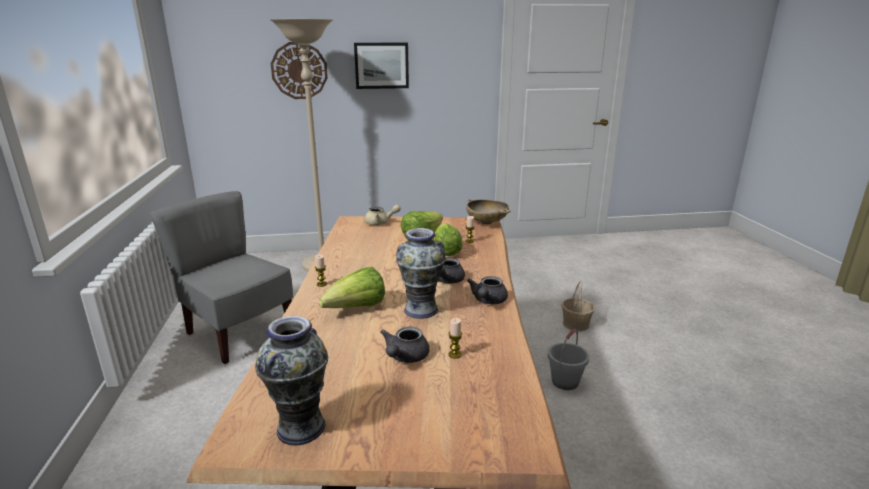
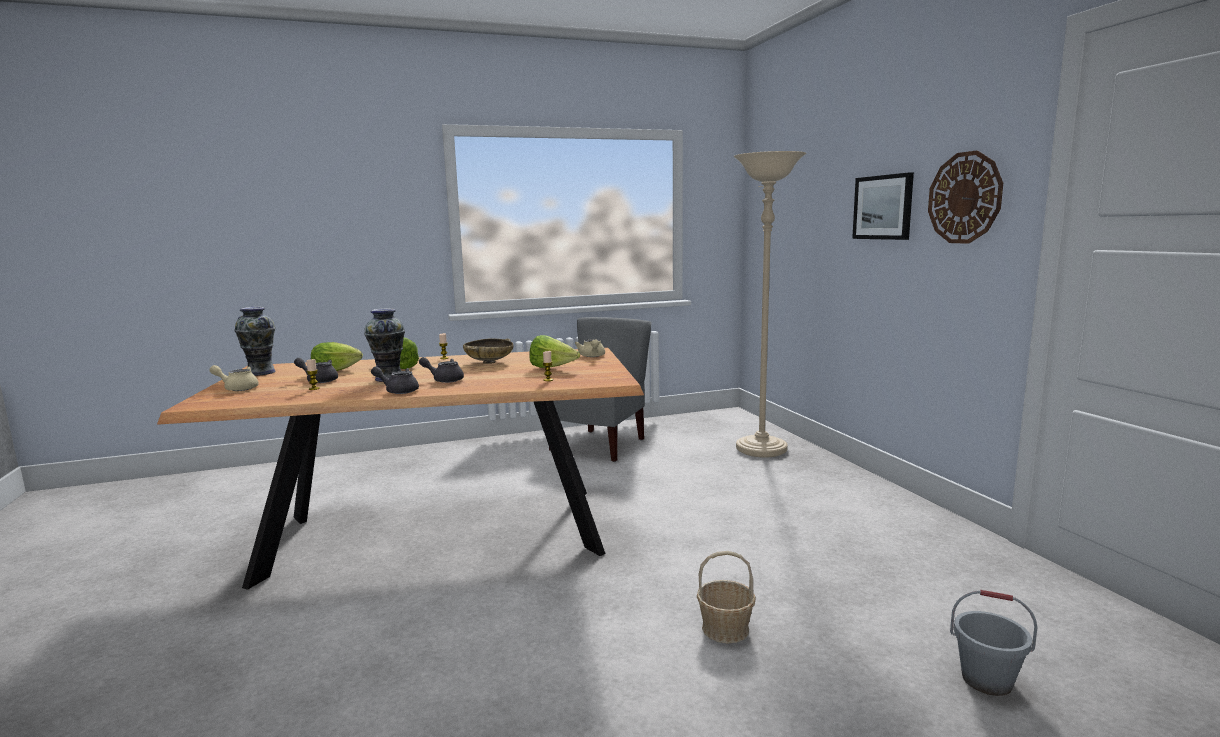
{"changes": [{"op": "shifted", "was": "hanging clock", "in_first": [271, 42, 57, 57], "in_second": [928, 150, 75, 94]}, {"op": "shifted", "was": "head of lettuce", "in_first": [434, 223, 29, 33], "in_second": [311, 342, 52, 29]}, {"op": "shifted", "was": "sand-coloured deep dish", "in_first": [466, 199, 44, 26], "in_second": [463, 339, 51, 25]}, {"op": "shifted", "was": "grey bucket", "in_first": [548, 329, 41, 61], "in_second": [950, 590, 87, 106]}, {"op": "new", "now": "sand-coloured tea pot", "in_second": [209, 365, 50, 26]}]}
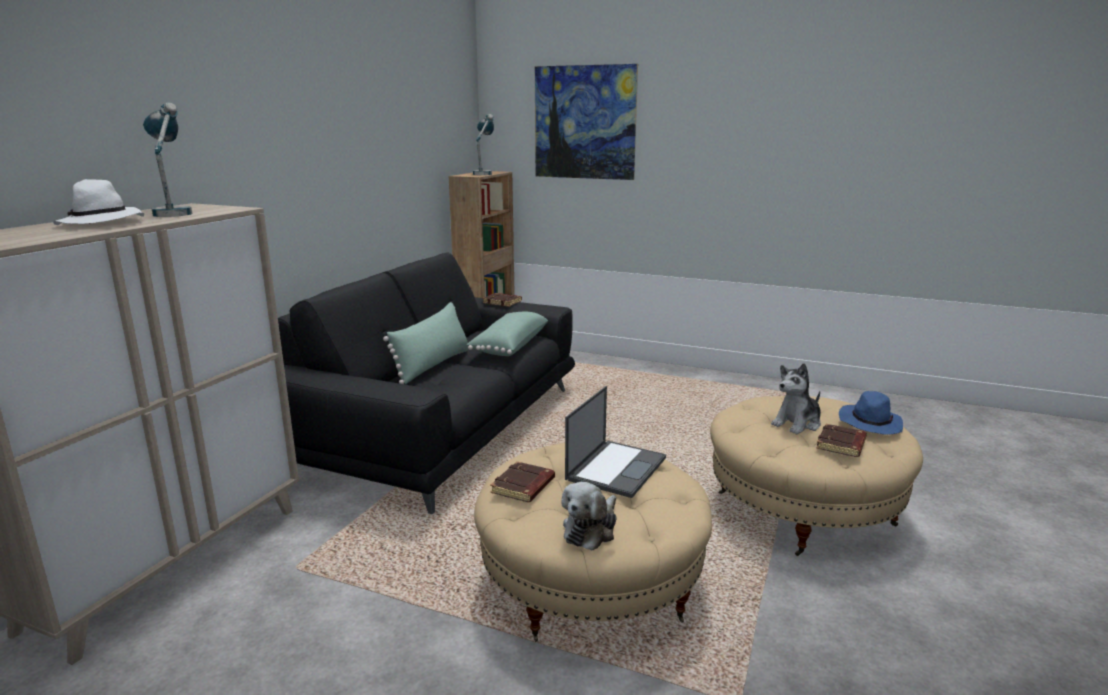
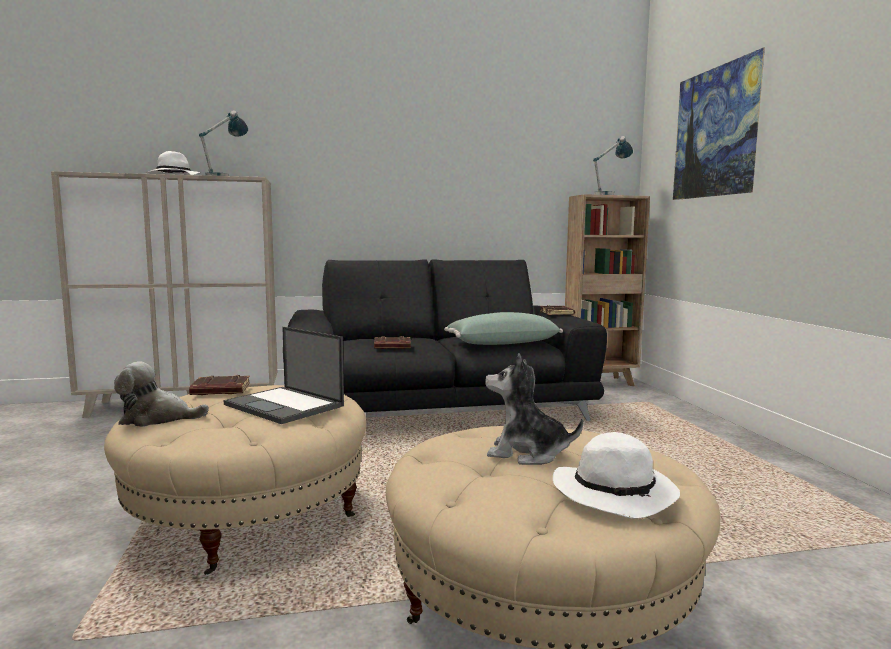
{"changes": [{"op": "gone", "was": "green-coloured pillow", "in_first": [383, 302, 85, 82]}, {"op": "rotated", "was": "portable computer", "in_first": [565, 386, 101, 112], "in_second": [224, 327, 120, 97], "clockwise": 45}, {"op": "shifted", "was": "brownish bound book", "in_first": [816, 424, 51, 33], "in_second": [374, 336, 37, 13]}, {"op": "repainted", "was": "bluish clothing hat", "now": "white-coloured clothing hat", "in_first": [839, 391, 64, 44], "in_second": [553, 432, 127, 87]}]}
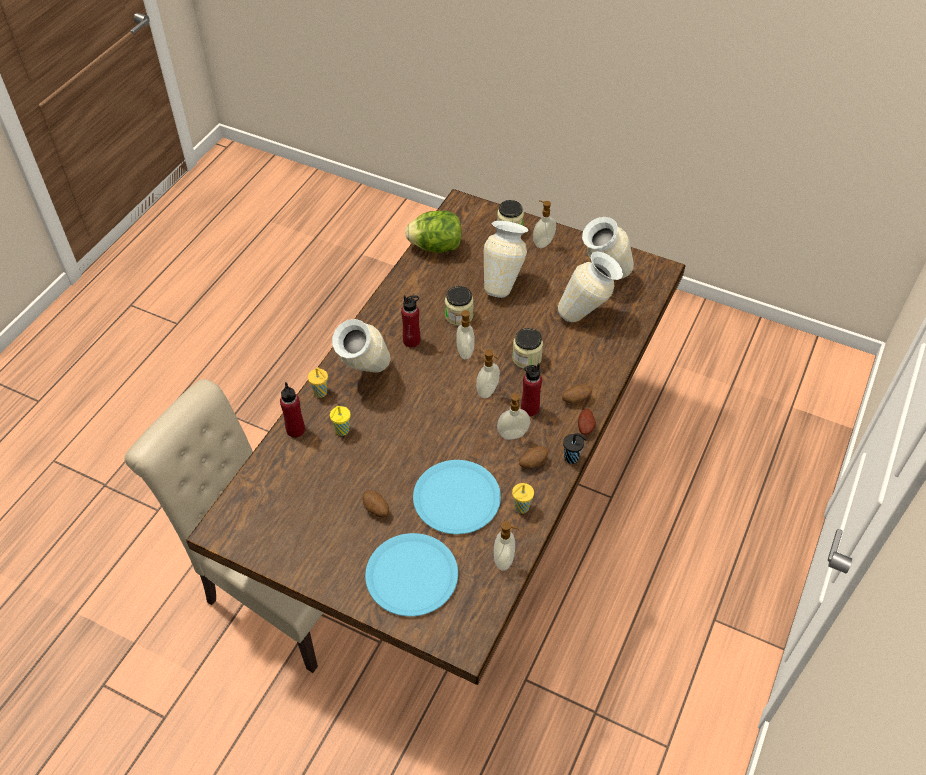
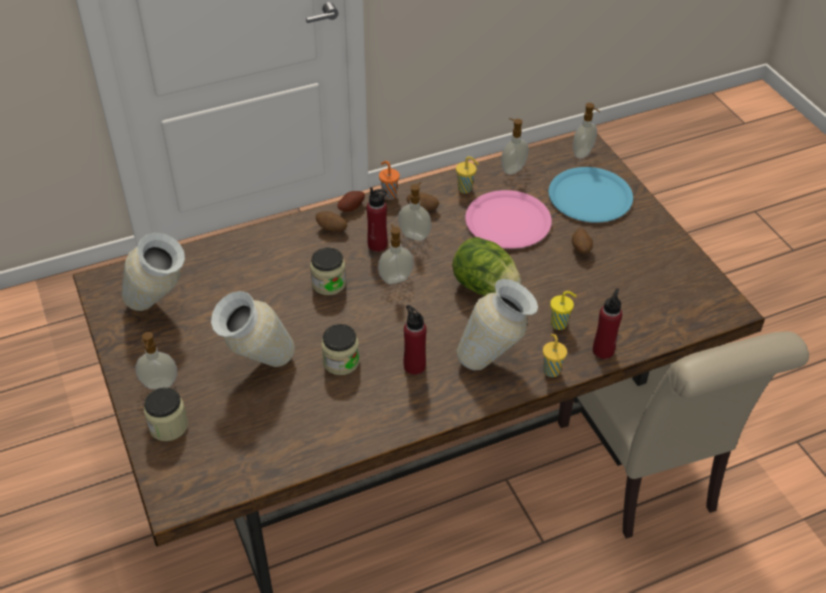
{"changes": [{"op": "shifted", "was": "head of lettuce", "in_first": [405, 211, 57, 42], "in_second": [452, 237, 69, 59]}, {"op": "repainted", "was": "bluish plate", "now": "pink plate", "in_first": [413, 460, 88, 74], "in_second": [465, 190, 87, 59]}, {"op": "shifted", "was": "liquid soap bottle", "in_first": [454, 310, 21, 49], "in_second": [573, 103, 27, 55]}, {"op": "gone", "was": "flower vase", "in_first": [558, 251, 65, 71]}, {"op": "repainted", "was": "black-coloured drinking cup", "now": "orange drinking cup", "in_first": [563, 433, 24, 31], "in_second": [379, 161, 21, 39]}]}
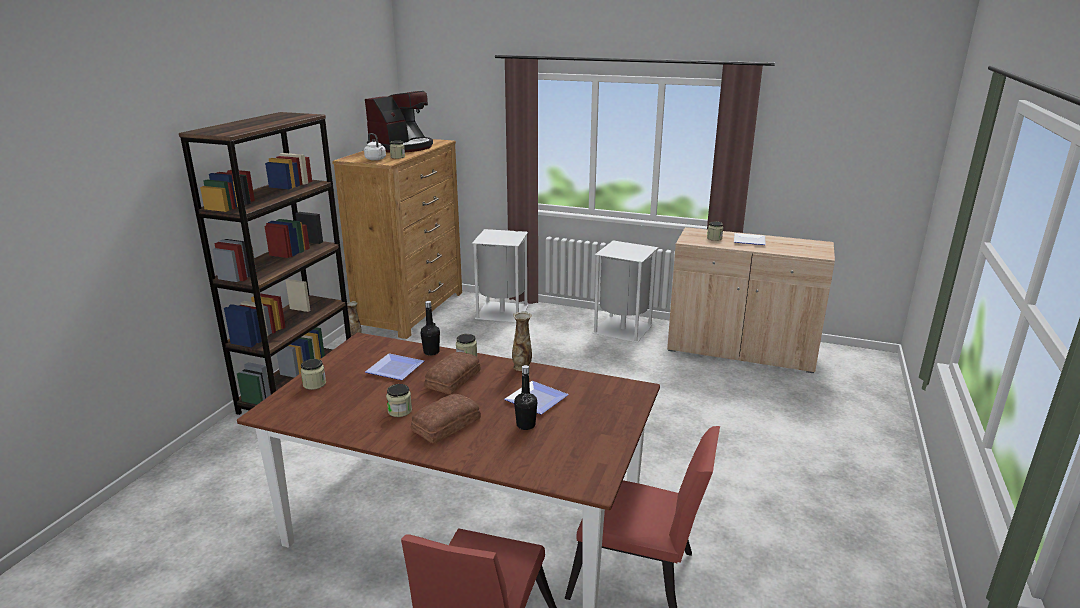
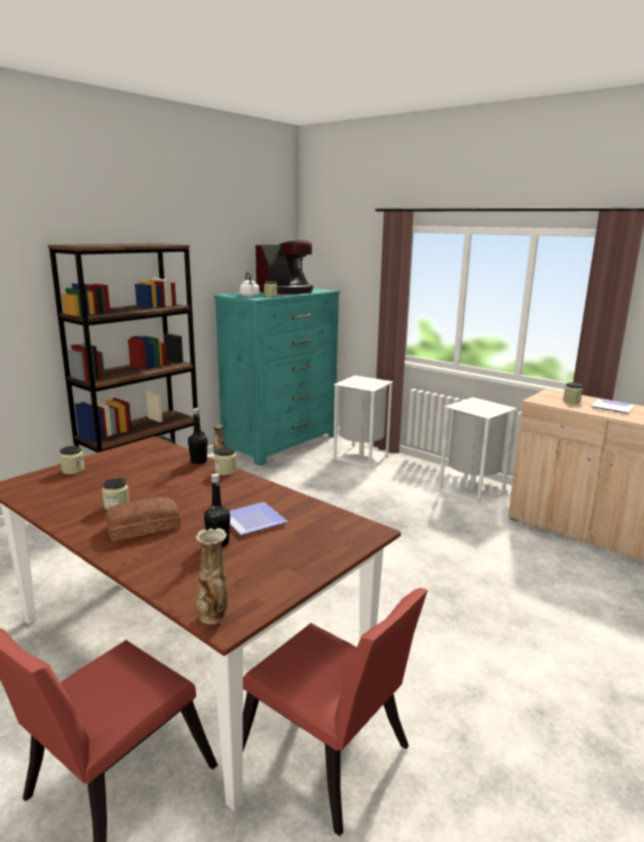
{"changes": [{"op": "repainted", "was": "brownish dresser", "now": "blue-green dresser", "in_first": [332, 139, 130, 200], "in_second": [214, 288, 126, 178]}, {"op": "gone", "was": "plate", "in_first": [365, 353, 59, 27]}, {"op": "gone", "was": "baked bread", "in_first": [424, 352, 57, 42]}, {"op": "shifted", "was": "flower vase", "in_first": [512, 311, 20, 60], "in_second": [196, 528, 32, 96]}]}
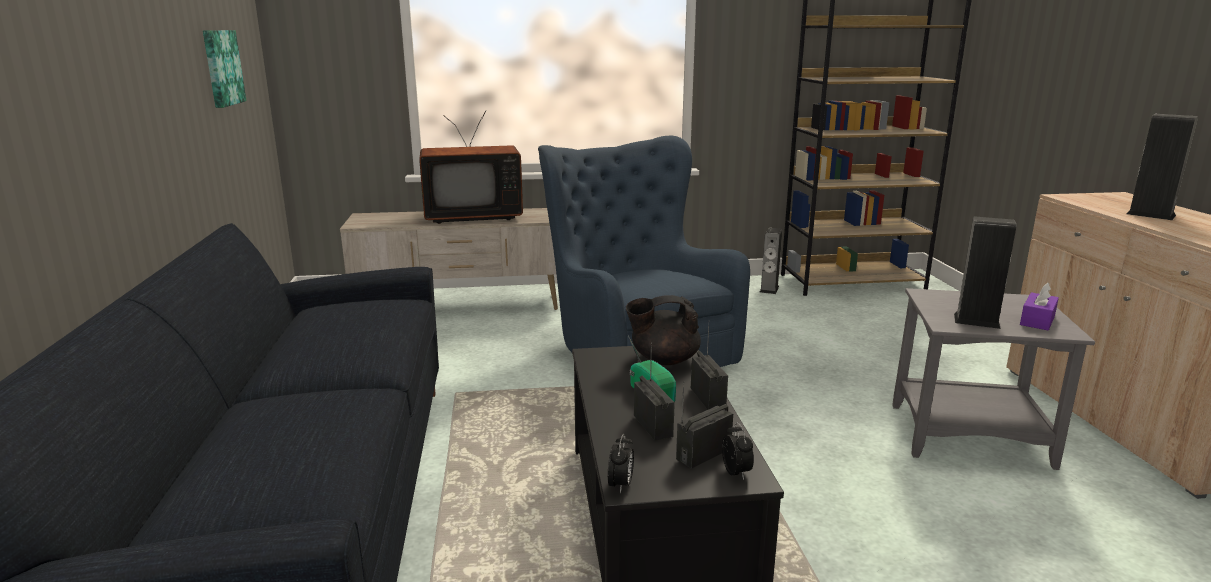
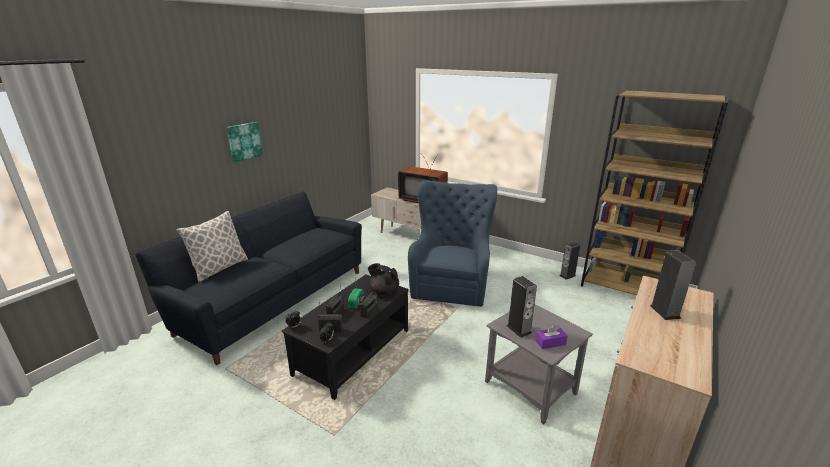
{"changes": [{"op": "shifted", "was": "picture", "in_first": [203, 30, 43, 78], "in_second": [227, 122, 36, 40]}, {"op": "new", "now": "pillow", "in_second": [176, 211, 72, 71]}]}
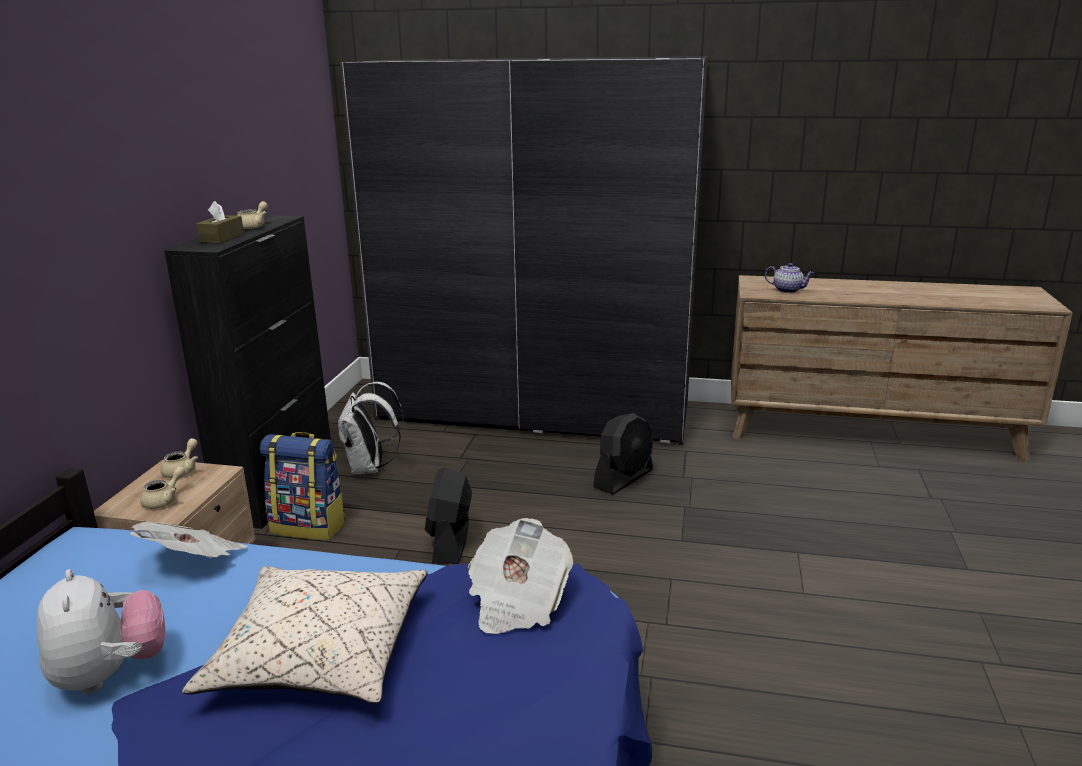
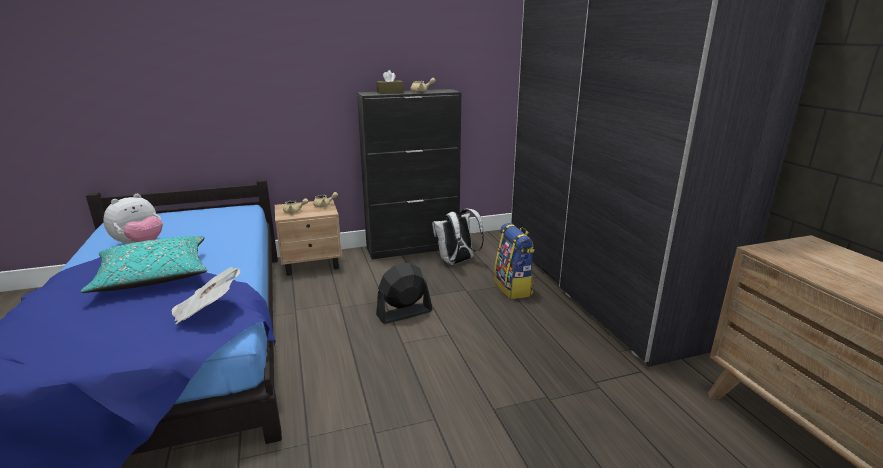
{"changes": [{"op": "gone", "was": "daily paper", "in_first": [129, 521, 119, 37]}, {"op": "repainted", "was": "sand-coloured pillow", "now": "blue-green pillow", "in_first": [182, 566, 246, 137], "in_second": [81, 236, 126, 57]}, {"op": "shifted", "was": "knapsack", "in_first": [260, 432, 86, 108], "in_second": [494, 223, 41, 76]}, {"op": "gone", "was": "black-coloured cooling fan", "in_first": [593, 413, 60, 82]}, {"op": "gone", "was": "tea pot", "in_first": [765, 263, 49, 30]}]}
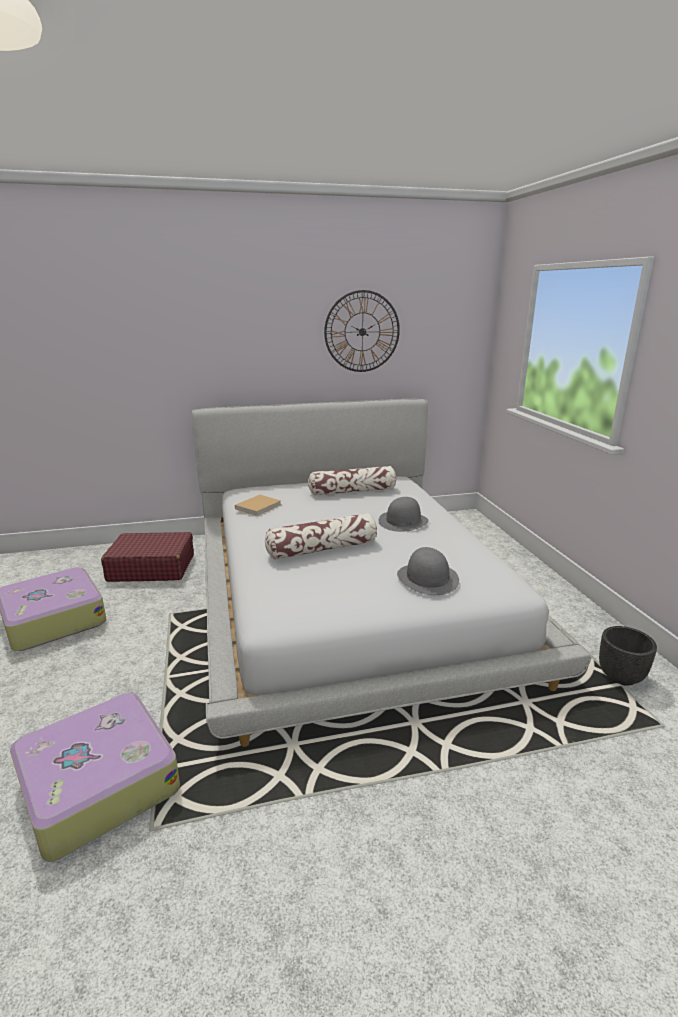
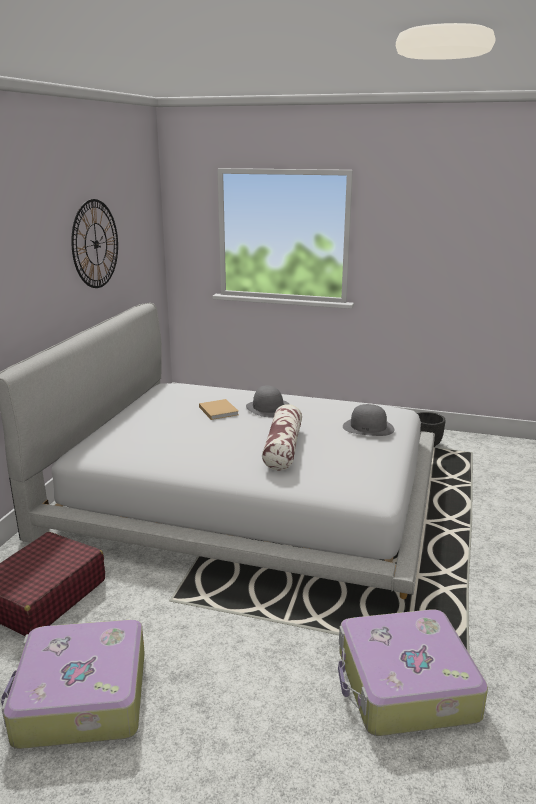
{"changes": [{"op": "shifted", "was": "sand-coloured bound book", "in_first": [235, 495, 47, 21], "in_second": [199, 399, 40, 21]}, {"op": "gone", "was": "pillow", "in_first": [308, 466, 88, 29]}]}
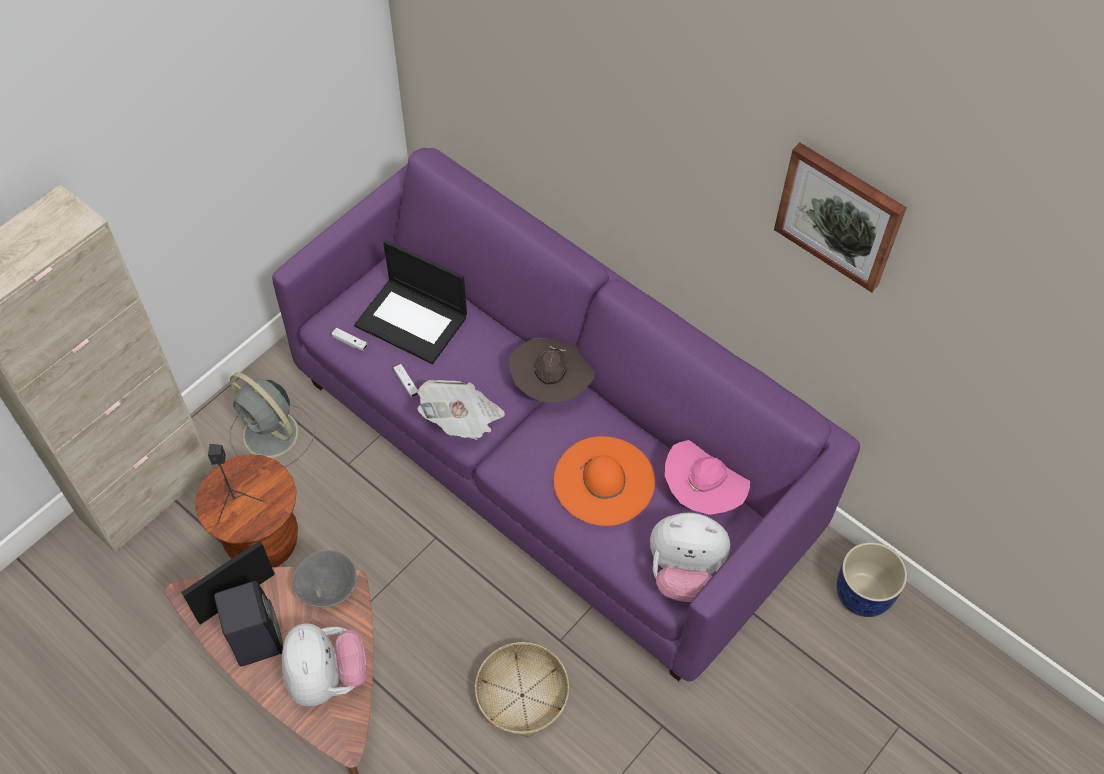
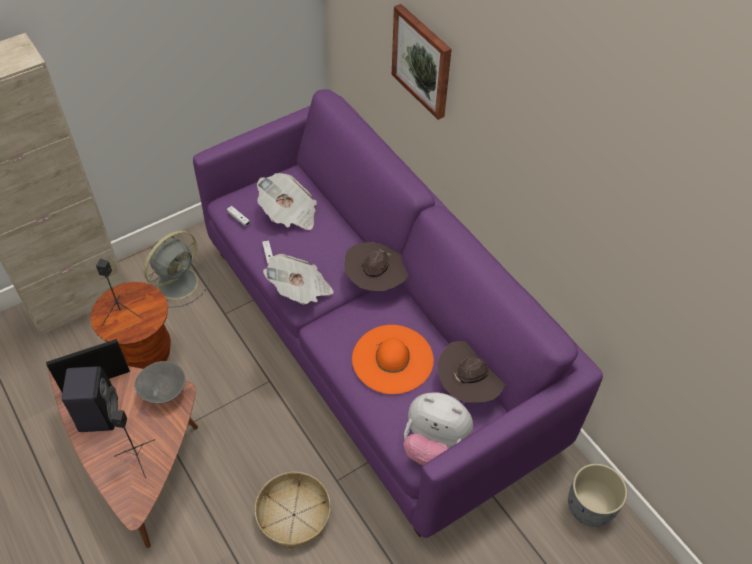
{"changes": [{"op": "rotated", "was": "grey cooling fan", "in_first": [230, 372, 85, 95], "in_second": [144, 230, 65, 78], "clockwise": -105}, {"op": "swapped", "was": "plush toy", "now": "black-coloured audio speaker", "in_first": [282, 623, 85, 84], "in_second": [111, 410, 44, 68]}, {"op": "swapped", "was": "portable computer", "now": "daily paper", "in_first": [354, 240, 113, 124], "in_second": [257, 173, 60, 57]}, {"op": "repainted", "was": "pink clothing hat", "now": "brownish clothing hat", "in_first": [665, 440, 85, 75], "in_second": [438, 341, 67, 62]}, {"op": "shifted", "was": "picture", "in_first": [774, 143, 133, 149], "in_second": [392, 4, 60, 116]}, {"op": "repainted", "was": "bluish plant pot", "now": "grey plant pot", "in_first": [837, 542, 70, 75], "in_second": [568, 464, 60, 63]}]}
